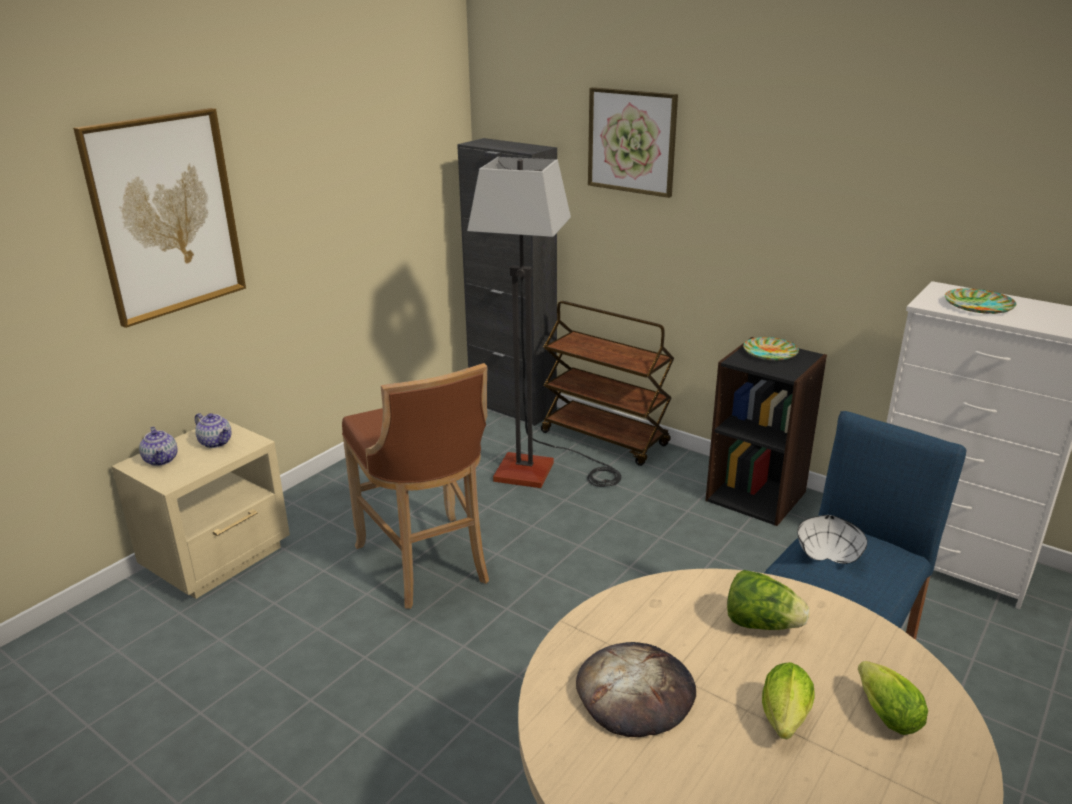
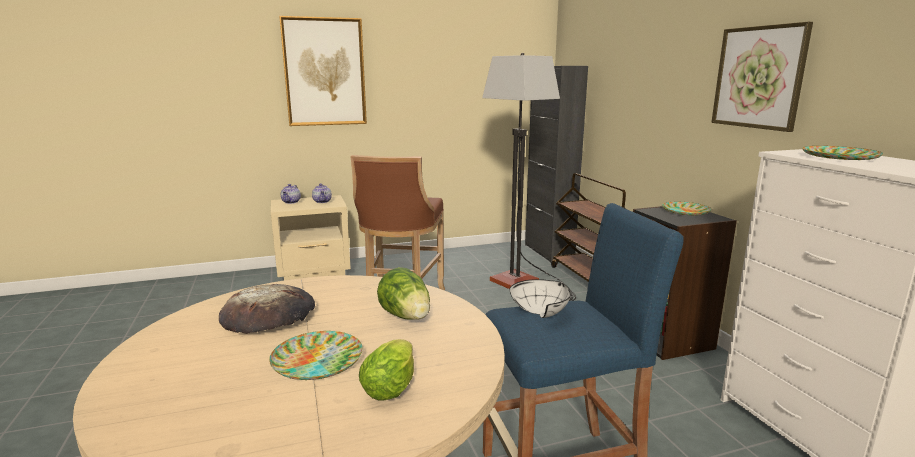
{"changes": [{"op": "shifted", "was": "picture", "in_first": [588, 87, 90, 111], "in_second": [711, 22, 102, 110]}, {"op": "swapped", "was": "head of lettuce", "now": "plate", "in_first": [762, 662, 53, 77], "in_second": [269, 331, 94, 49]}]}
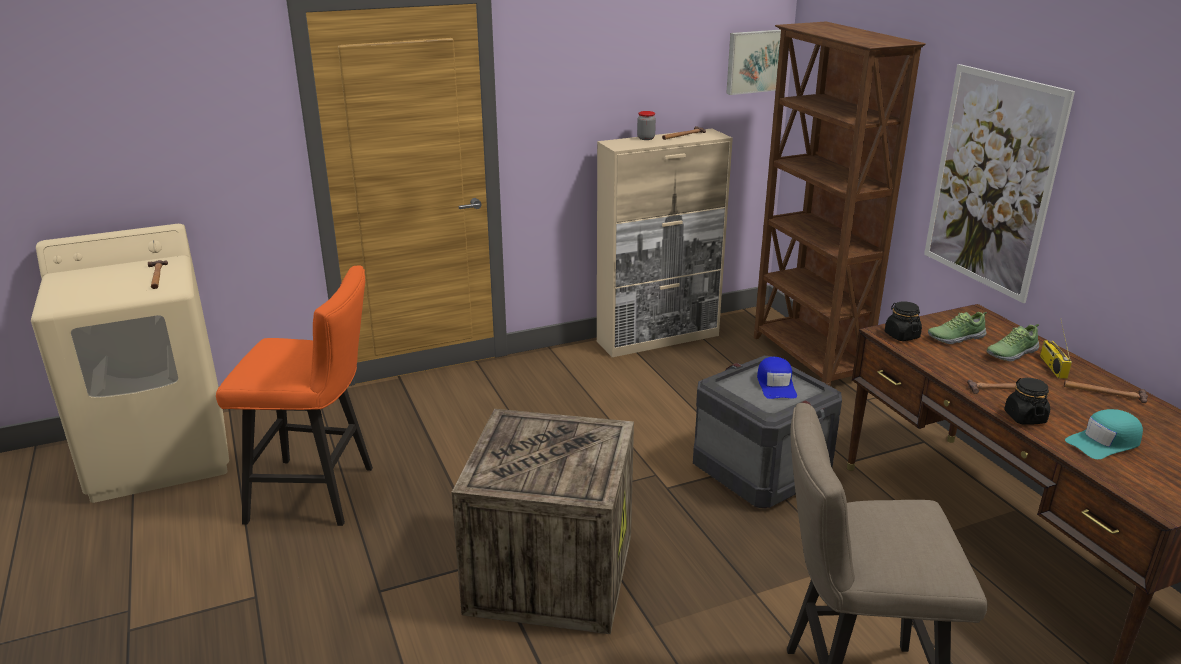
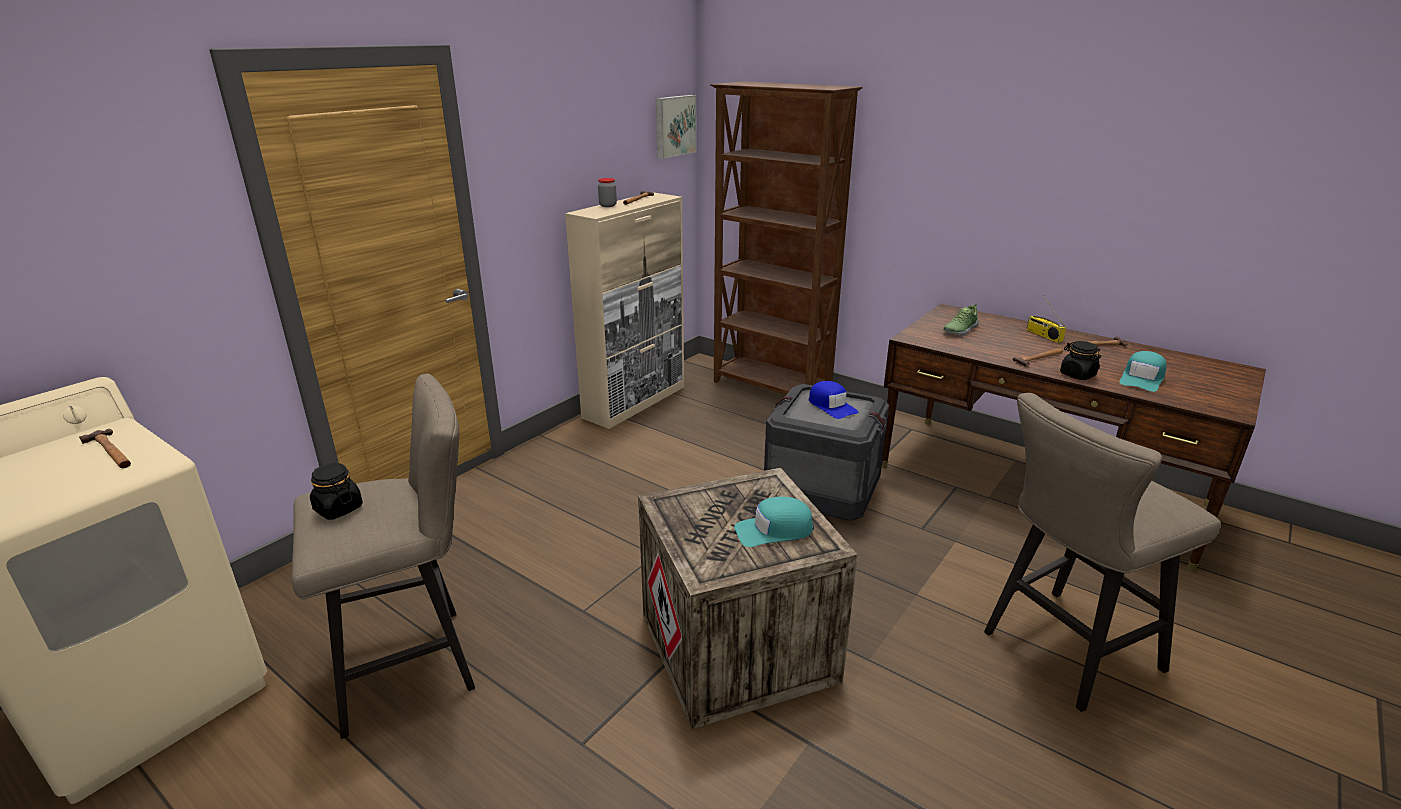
{"changes": [{"op": "repainted", "was": "orange stool seat", "now": "sand-coloured stool seat", "in_first": [216, 266, 157, 260], "in_second": [291, 373, 184, 366]}, {"op": "shifted", "was": "black-coloured jar", "in_first": [885, 301, 37, 40], "in_second": [310, 463, 53, 57]}, {"op": "gone", "was": "picture", "in_first": [924, 64, 151, 239]}, {"op": "gone", "was": "item of footwear", "in_first": [987, 324, 52, 38]}, {"op": "new", "now": "blue-green peaked cap", "in_second": [734, 497, 80, 50]}]}
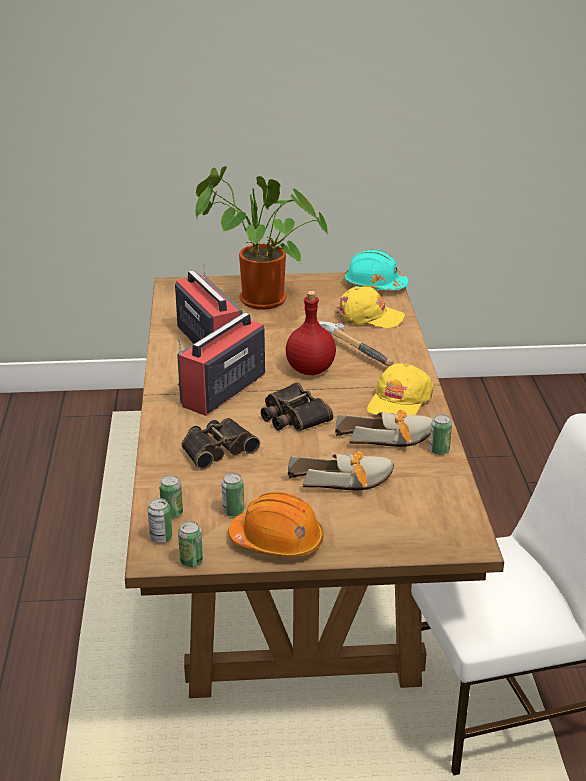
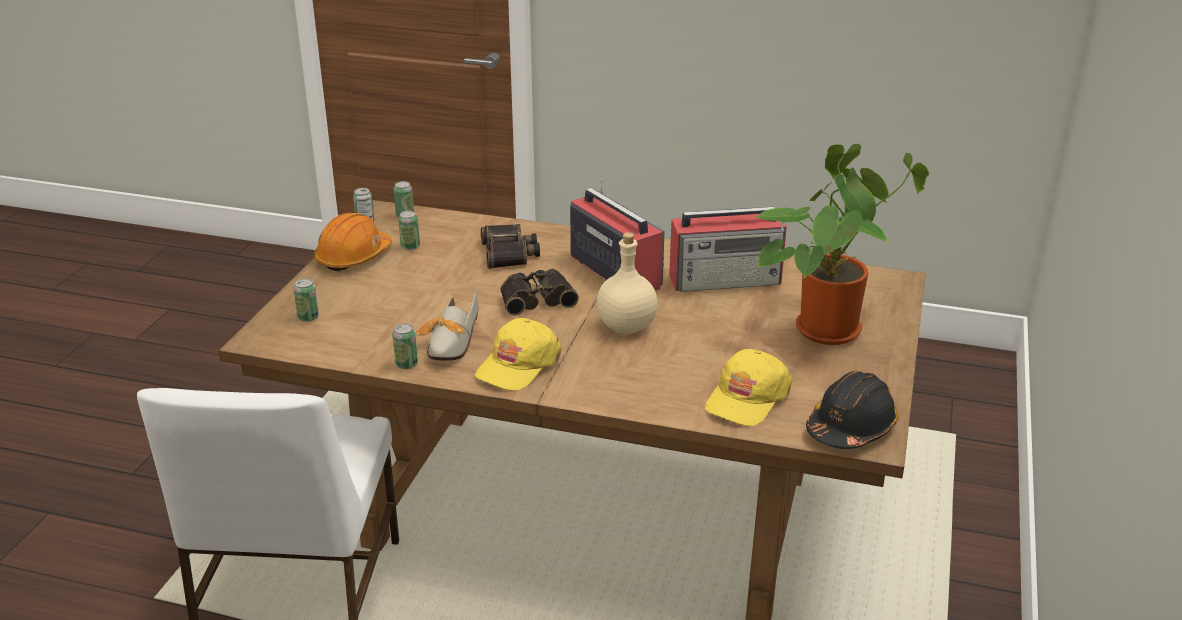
{"changes": [{"op": "shifted", "was": "sealed can", "in_first": [159, 475, 24, 44], "in_second": [293, 278, 26, 44]}, {"op": "repainted", "was": "red-coloured drink bottle", "now": "sand-coloured drink bottle", "in_first": [286, 291, 50, 84], "in_second": [597, 232, 61, 102]}, {"op": "gone", "was": "item of footwear", "in_first": [288, 451, 106, 40]}, {"op": "gone", "was": "hammer", "in_first": [319, 321, 75, 45]}, {"op": "repainted", "was": "blue-green work helmet", "now": "black-coloured work helmet", "in_first": [344, 249, 65, 41], "in_second": [806, 371, 92, 78]}, {"op": "rotated", "was": "yellowish peaked cap", "in_first": [367, 363, 67, 52], "in_second": [475, 318, 87, 73], "clockwise": -105}]}
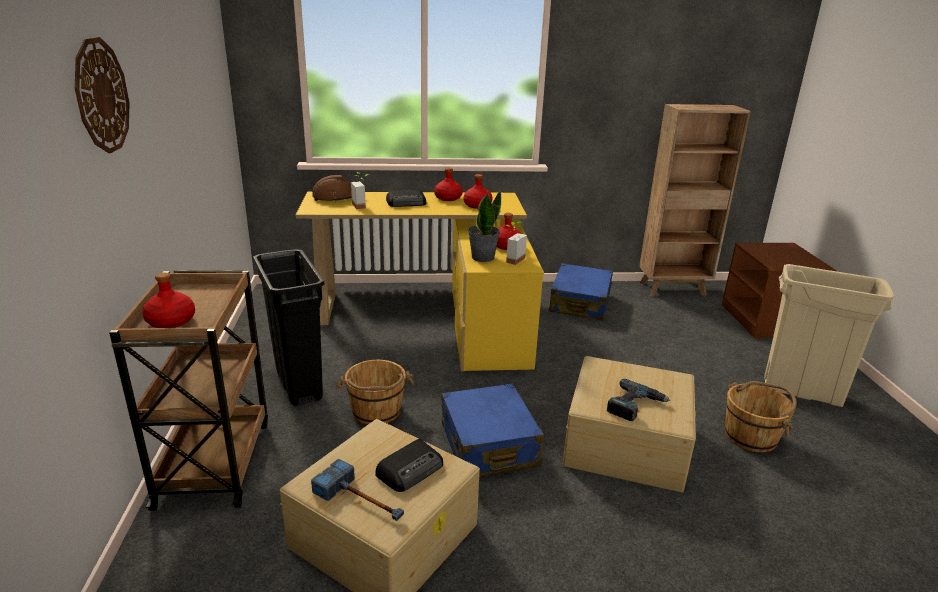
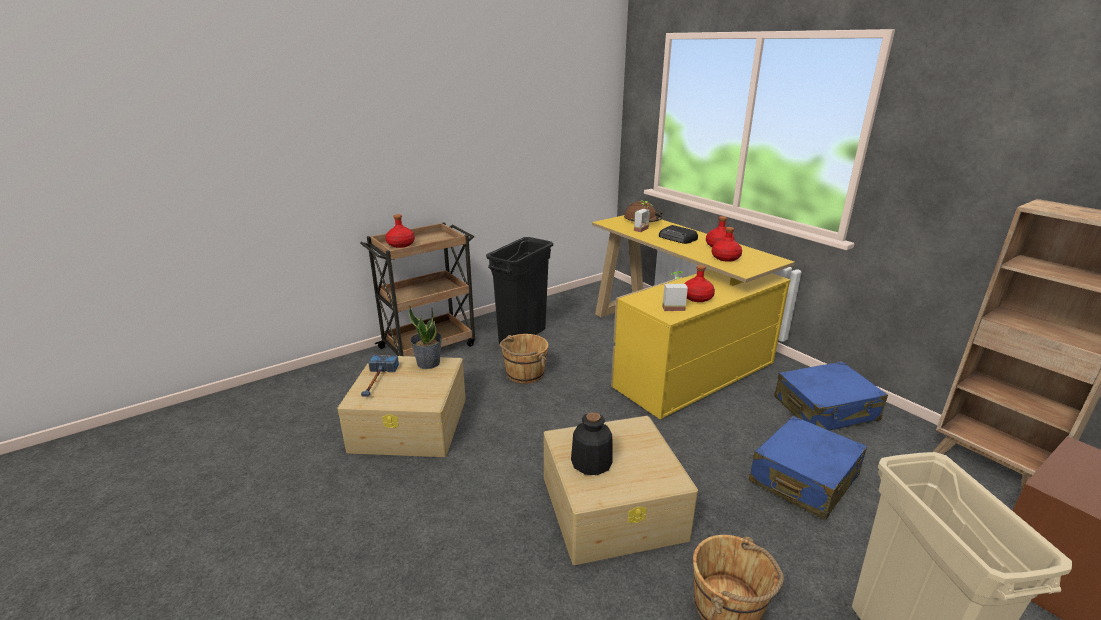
{"changes": [{"op": "gone", "was": "hanging clock", "in_first": [75, 37, 55, 116]}, {"op": "gone", "was": "radio set", "in_first": [376, 439, 67, 53]}, {"op": "shifted", "was": "bluish piece of luggage", "in_first": [442, 384, 102, 92], "in_second": [749, 416, 118, 104]}, {"op": "shifted", "was": "potted plant", "in_first": [468, 190, 33, 72], "in_second": [409, 305, 33, 64]}, {"op": "swapped", "was": "power drill", "now": "drink bottle", "in_first": [607, 379, 63, 42], "in_second": [571, 412, 42, 63]}]}
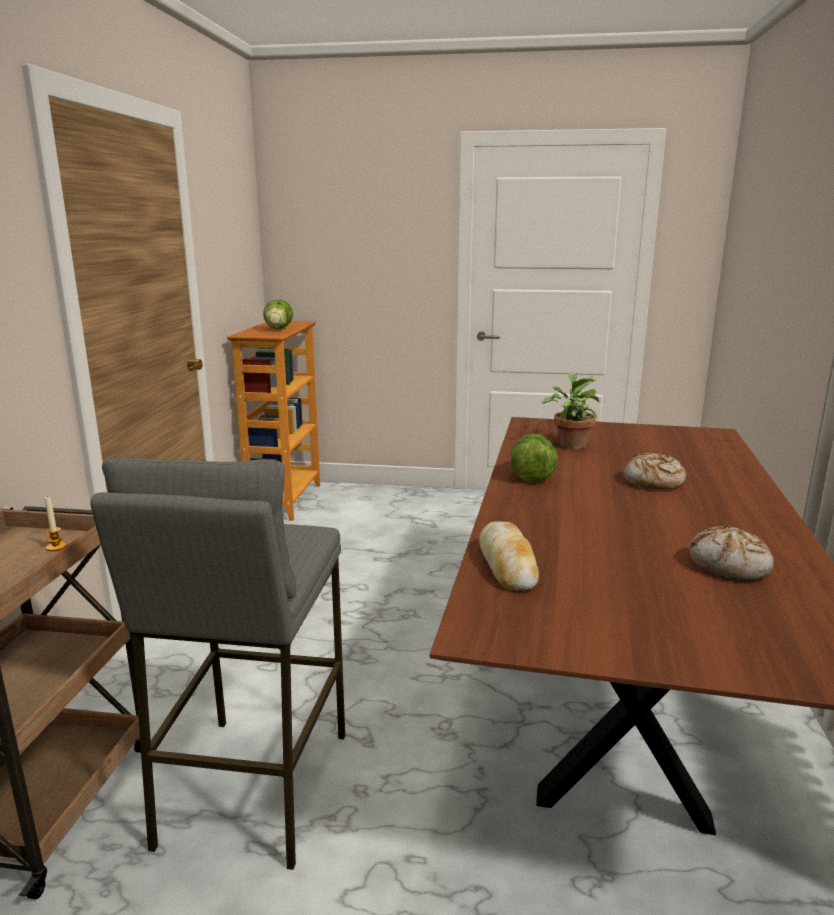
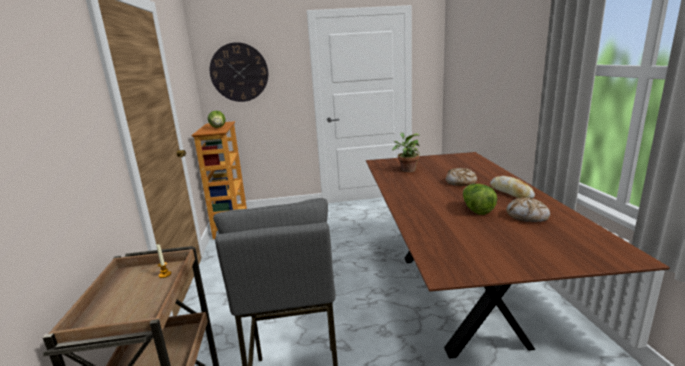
{"changes": [{"op": "shifted", "was": "baked bread", "in_first": [479, 521, 60, 70], "in_second": [490, 176, 45, 23]}, {"op": "shifted", "was": "head of lettuce", "in_first": [511, 434, 47, 49], "in_second": [463, 184, 34, 31]}, {"op": "new", "now": "hanging clock", "in_second": [210, 42, 58, 60]}]}
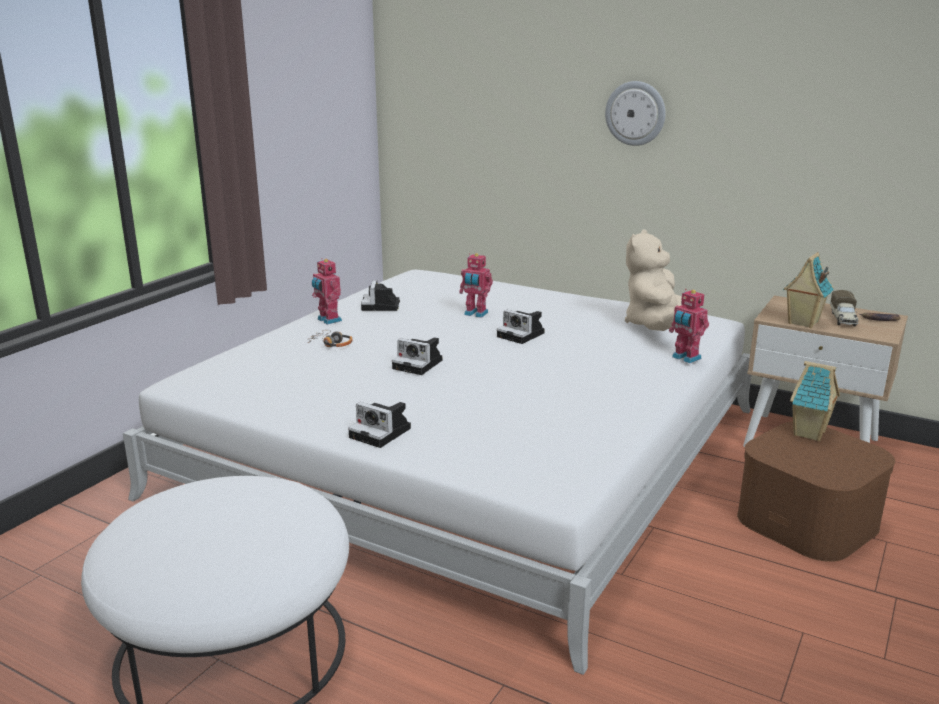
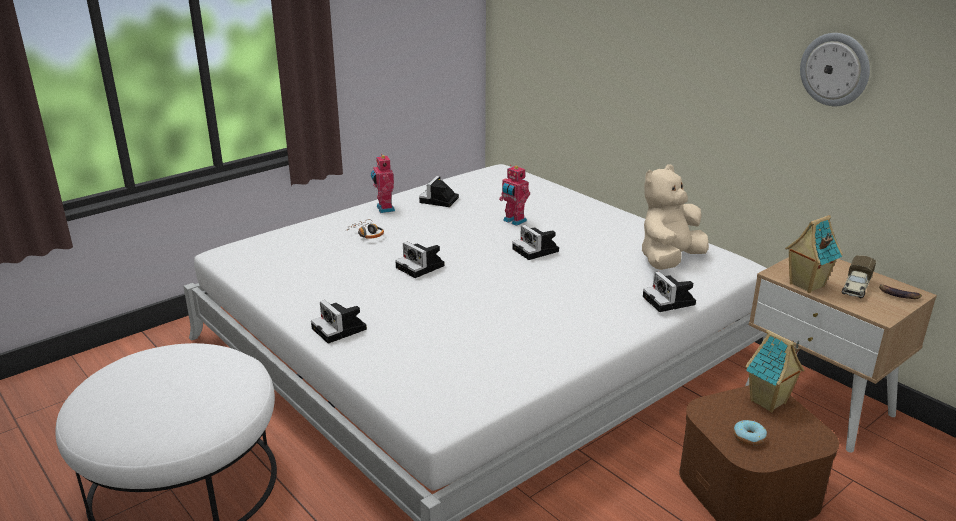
{"changes": [{"op": "shifted", "was": "hanging clock", "in_first": [605, 81, 61, 65], "in_second": [800, 33, 70, 73]}, {"op": "swapped", "was": "robot figure", "now": "still camera", "in_first": [669, 289, 40, 74], "in_second": [643, 271, 53, 41]}, {"op": "new", "now": "ring doughnut", "in_second": [733, 420, 34, 26]}]}
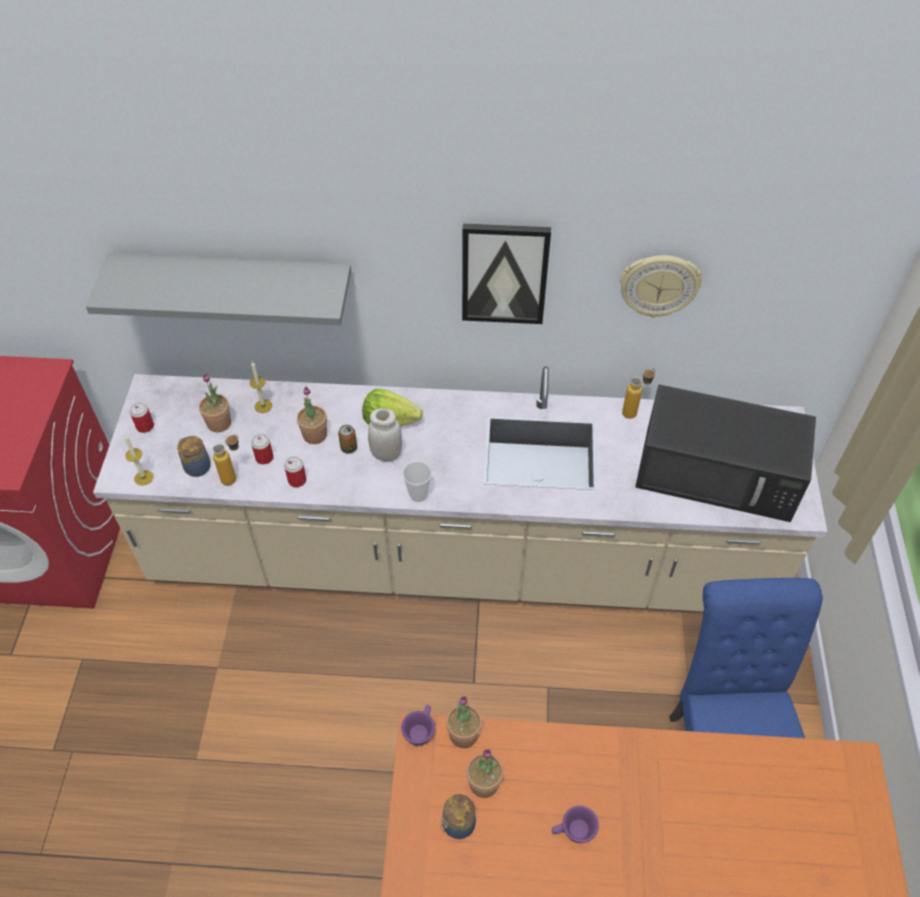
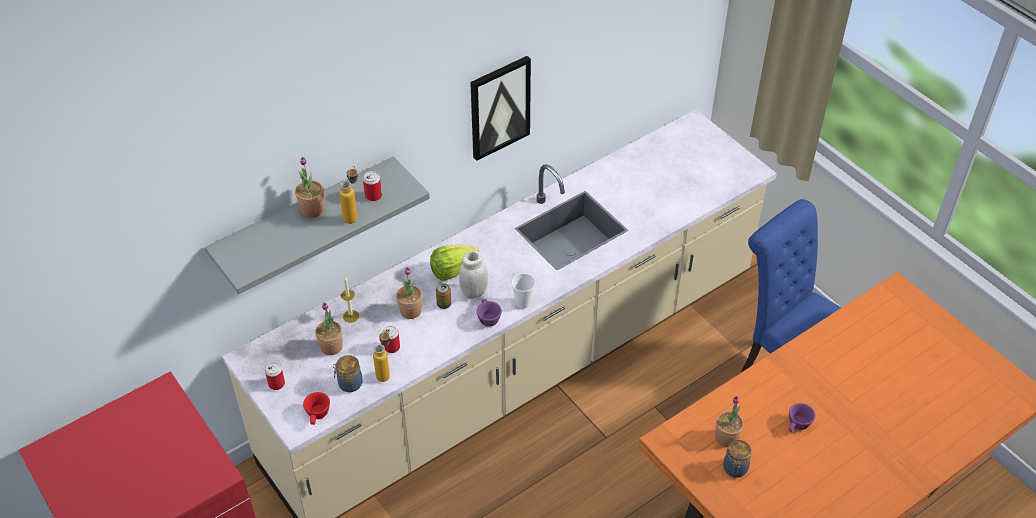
{"changes": [{"op": "swapped", "was": "wax candle", "now": "red-coloured drinking cup", "in_first": [124, 435, 29, 51], "in_second": [303, 392, 27, 33]}, {"op": "shifted", "was": "sealed can", "in_first": [284, 456, 22, 31], "in_second": [363, 171, 19, 30]}, {"op": "shifted", "was": "purplish drinking cup", "in_first": [401, 705, 34, 41], "in_second": [477, 299, 25, 28]}, {"op": "shifted", "was": "potted plant", "in_first": [446, 696, 36, 52], "in_second": [295, 157, 29, 61]}, {"op": "gone", "was": "hanging clock", "in_first": [620, 255, 82, 63]}, {"op": "shifted", "was": "drink bottle", "in_first": [622, 368, 33, 51], "in_second": [339, 166, 19, 58]}, {"op": "gone", "was": "black-coloured microwave", "in_first": [635, 384, 181, 138]}]}
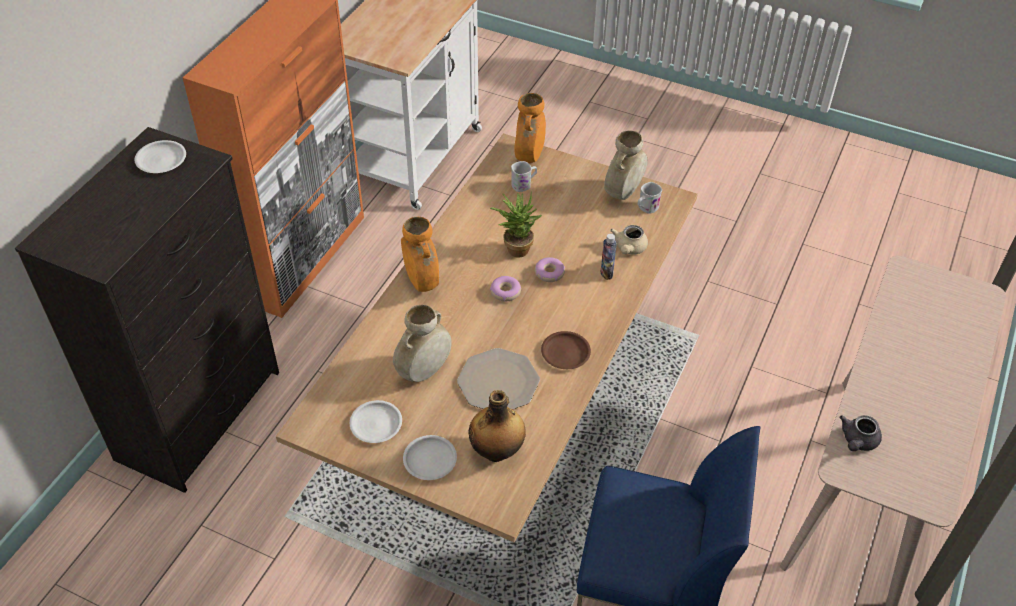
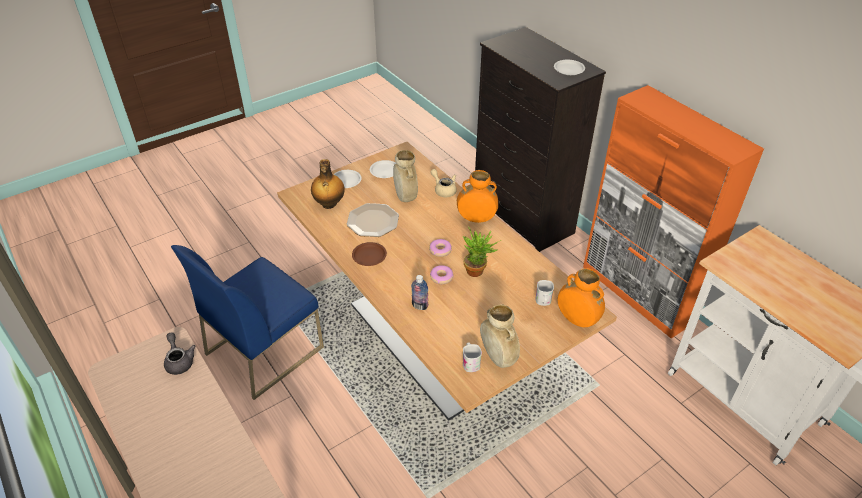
{"changes": [{"op": "shifted", "was": "sand-coloured tea pot", "in_first": [610, 225, 38, 30], "in_second": [430, 169, 27, 28]}]}
